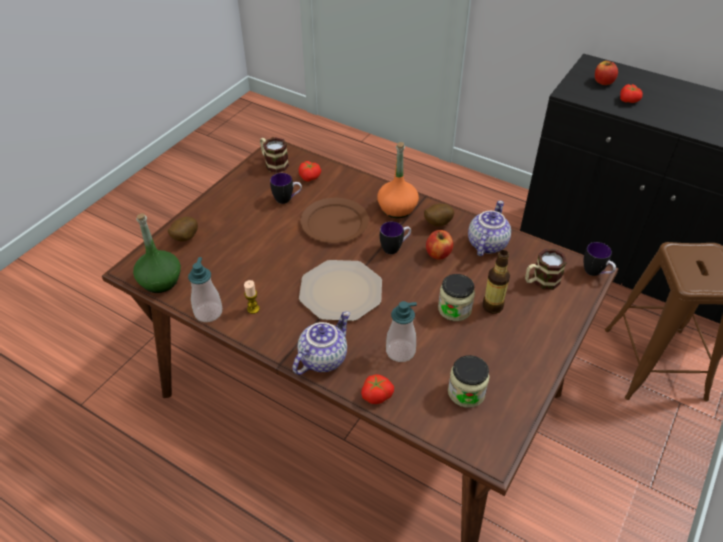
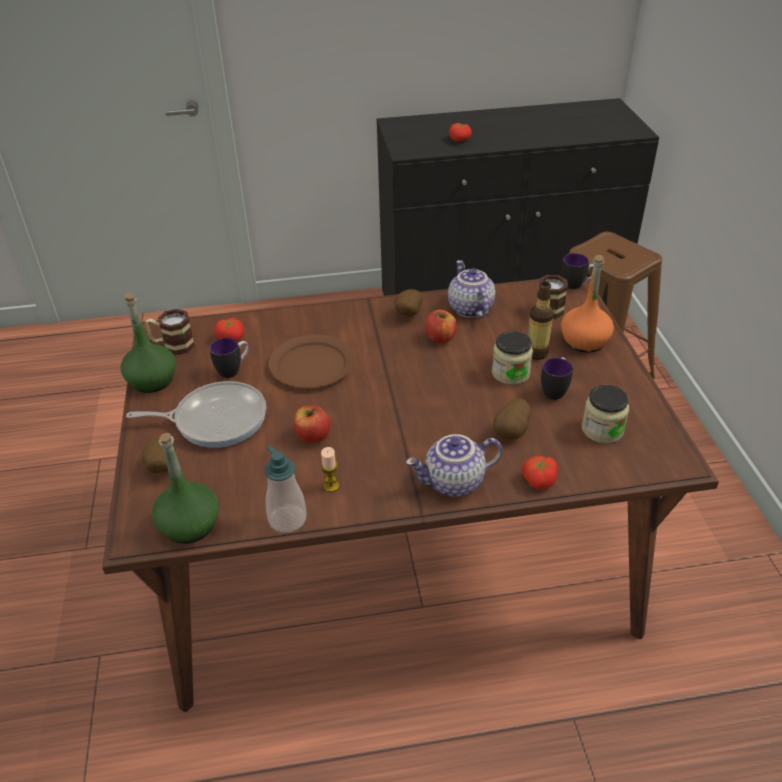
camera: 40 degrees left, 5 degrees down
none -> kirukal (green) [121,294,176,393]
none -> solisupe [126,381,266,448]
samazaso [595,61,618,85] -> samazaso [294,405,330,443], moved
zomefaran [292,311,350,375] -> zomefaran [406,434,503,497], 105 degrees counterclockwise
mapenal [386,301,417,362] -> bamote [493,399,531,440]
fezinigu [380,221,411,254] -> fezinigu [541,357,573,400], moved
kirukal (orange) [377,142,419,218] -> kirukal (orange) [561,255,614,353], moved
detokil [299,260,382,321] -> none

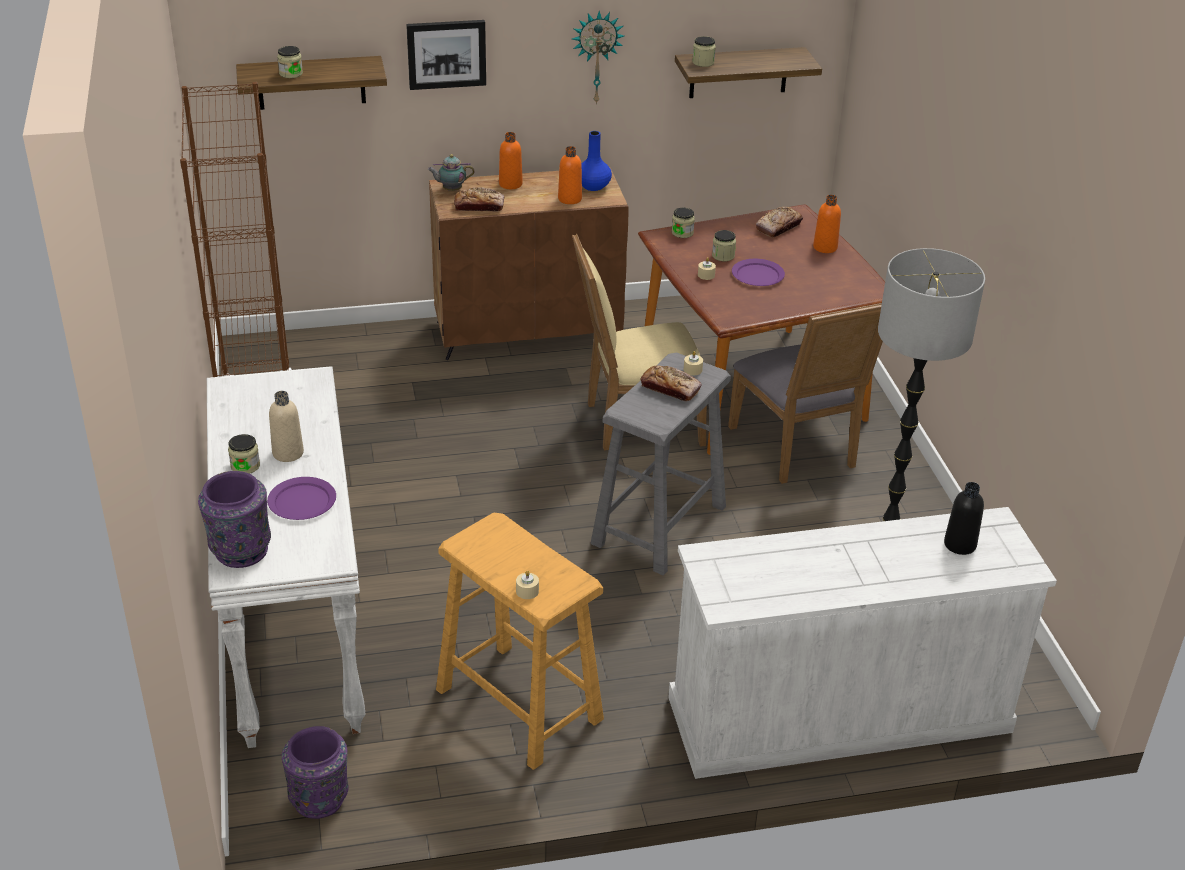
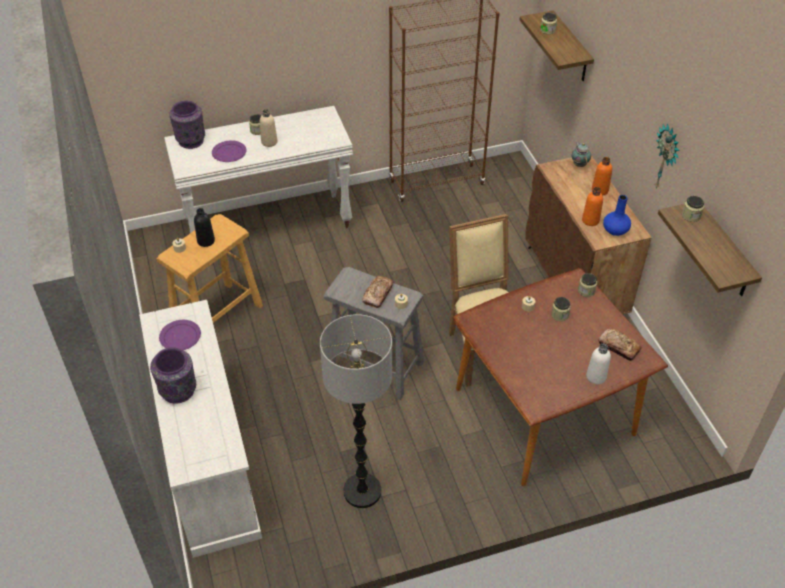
camera: 85 degrees right, 10 degrees up
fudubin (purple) [282,726,349,819] -> fudubin (purple) [150,347,196,403], moved
detokil (purple) [732,259,785,286] -> detokil (purple) [159,320,201,350], moved
kirukal (black) [944,482,984,555] -> kirukal (black) [194,208,215,247], moved
kirukal (orange) [813,195,841,253] -> kirukal (white) [586,344,611,384]
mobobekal [406,20,486,90] -> none
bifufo [454,187,504,212] -> none
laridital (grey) [728,303,883,484] -> none

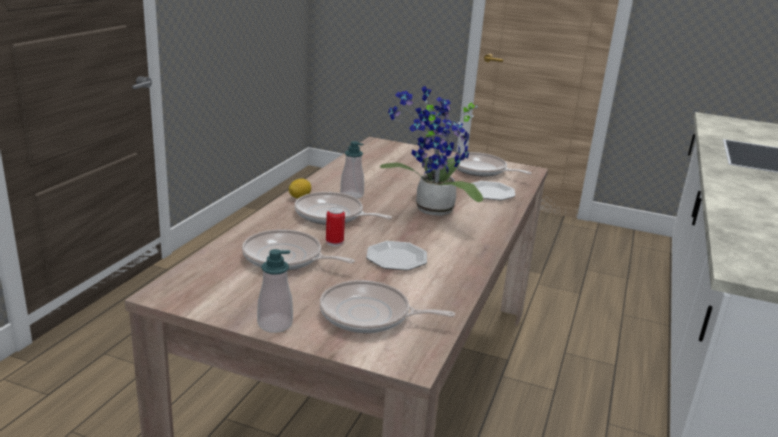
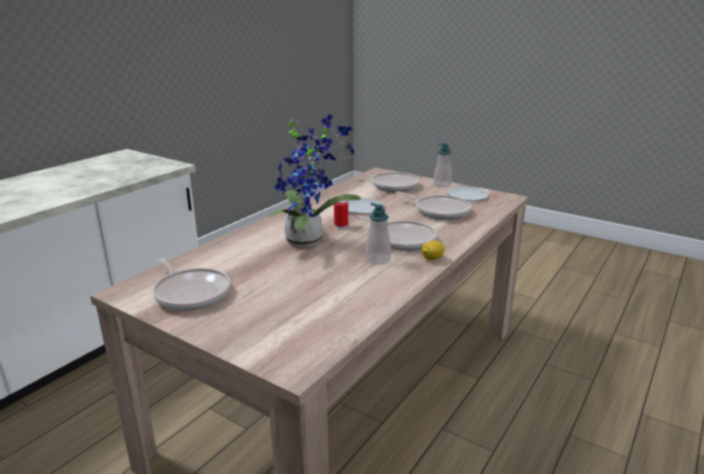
camera: 165 degrees left, 0 degrees up
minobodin [326,207,345,246] -> minobodin [334,201,348,229], moved
detokil [472,181,515,200] -> detokil [447,186,489,201], moved

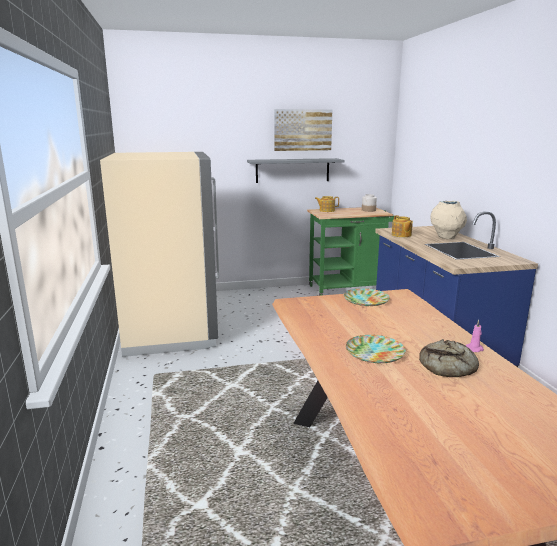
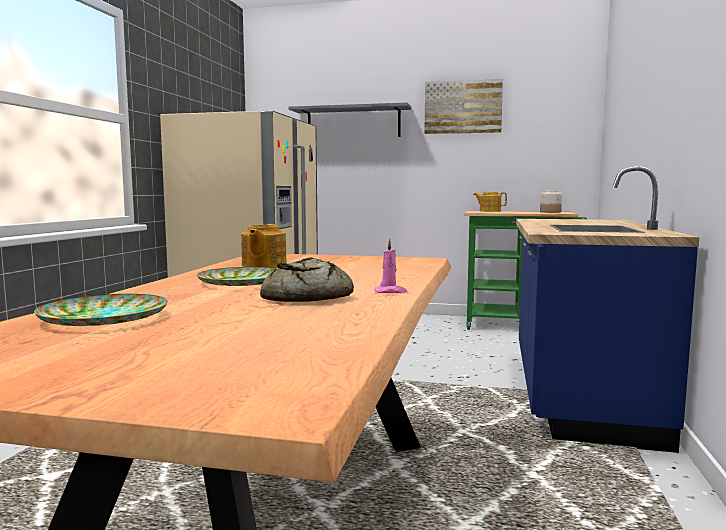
camera: 25 degrees right, 10 degrees down
detokil [344,288,390,306] -> detokil [34,294,168,326], moved
zomefaran [392,215,413,237] -> zomefaran [241,224,287,268], moved
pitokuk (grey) [247,158,344,183] -> pitokuk (grey) [289,102,412,137], moved
fudubin (beige) [430,201,467,239] -> none

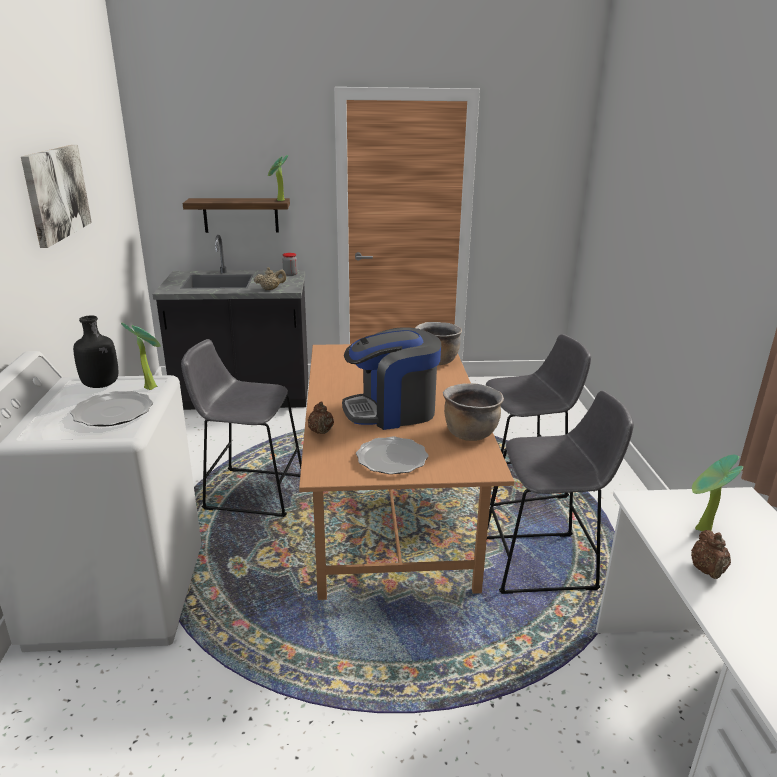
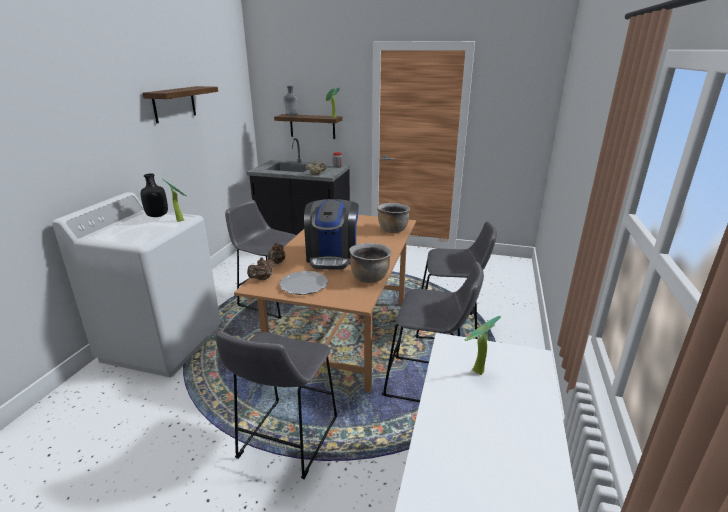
camera: 20 degrees right, 0 degrees up
mobobekal [21,145,92,248] -> pitokuk [142,86,218,123]
none -> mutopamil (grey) [216,331,337,479]
zomefaran (brown) [691,530,731,579] -> zomefaran (brown) [247,258,274,280], moved
none -> kirukal (grey) [284,86,299,116]
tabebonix [342,328,441,430] -> tabebonix [304,199,359,270], 90 degrees counterclockwise
detokil [70,391,153,427] -> none

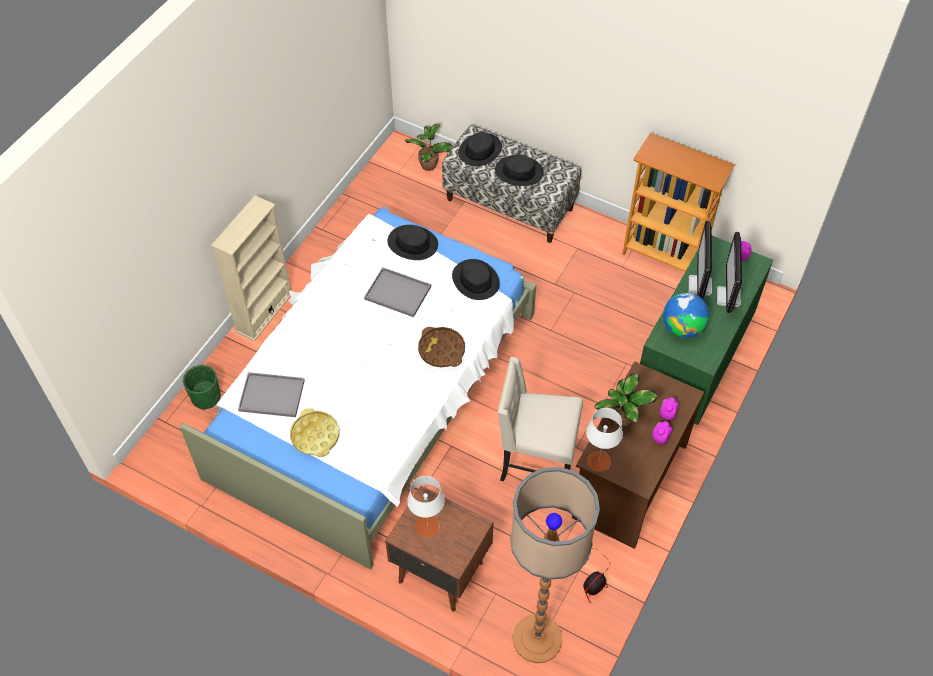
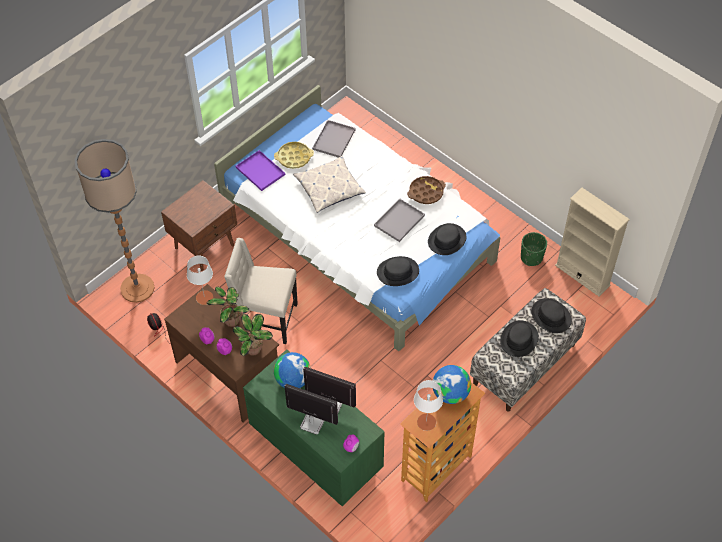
camera: 105 degrees right, 0 degrees up
laridital (beige) [498,357,583,481] -> laridital (beige) [224,238,298,344], 105 degrees counterclockwise
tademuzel [405,123,452,171] -> tademuzel [233,314,273,356], moved
none -> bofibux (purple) [236,150,285,191]
none -> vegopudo [293,156,366,213]
bofibux (brown) [418,327,465,367] -> bofibux (brown) [407,176,446,204], moved
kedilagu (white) [407,476,445,538] -> kedilagu (white) [414,380,443,431], moved
none -> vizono [433,365,471,404]
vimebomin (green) [183,365,221,410] -> vimebomin (green) [521,232,547,266], moved
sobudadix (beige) [211,196,291,341] -> sobudadix (beige) [555,188,630,296], moved

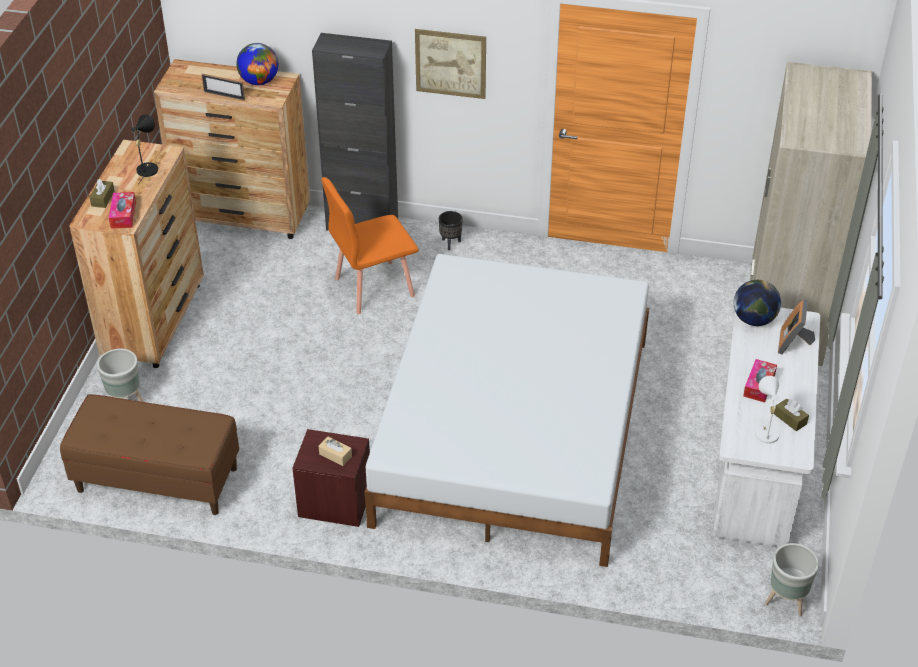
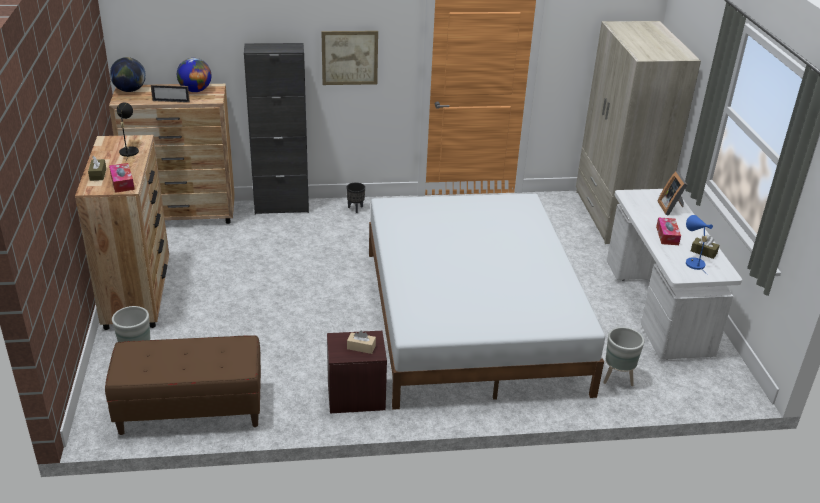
camera: 20 degrees left, 10 degrees down
vizono [734,280,781,326] -> vizono [110,57,146,92], moved
vimebomin (grey) [765,543,819,617] -> vimebomin (grey) [603,327,644,386], moved
kedilagu (white) [755,376,780,454] -> kedilagu (blue) [686,215,713,275]
laridital (orange) [321,177,419,314] -> none

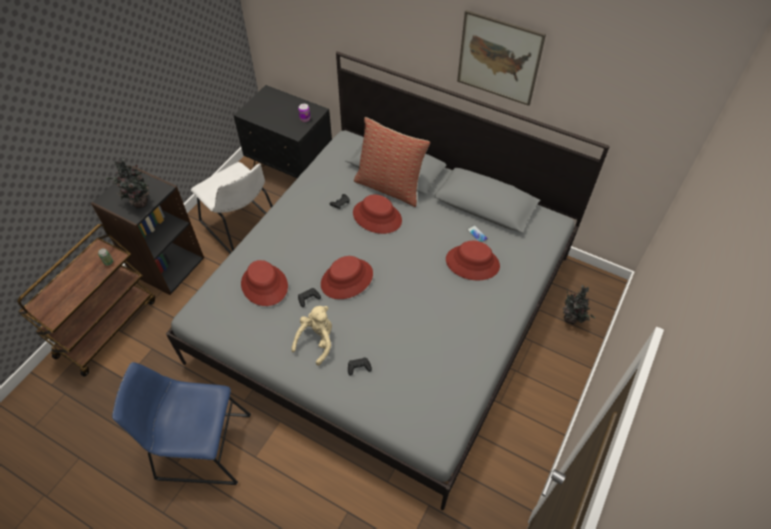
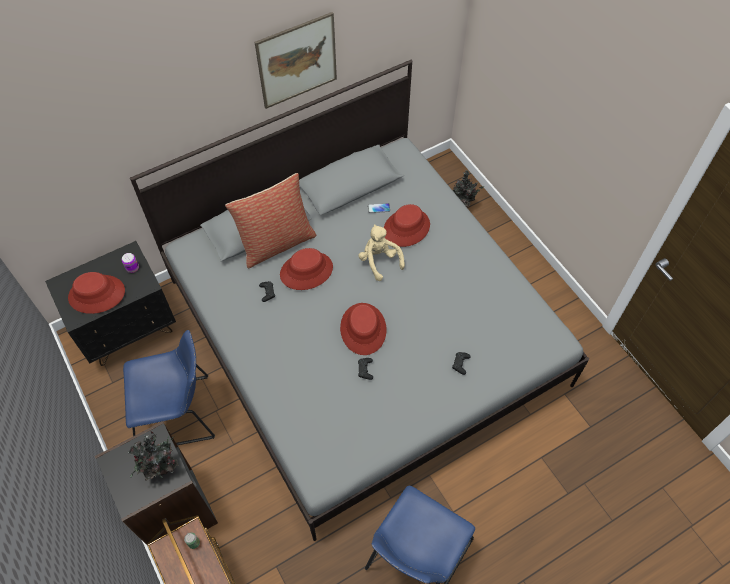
camera: 60 degrees left, 5 degrees up
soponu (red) [241,260,288,306] -> soponu (red) [68,272,125,314], moved
laridital (white) [191,162,273,254] -> laridital (blue) [123,330,215,445]
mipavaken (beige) [291,306,332,366] -> mipavaken (beige) [358,224,405,281], moved

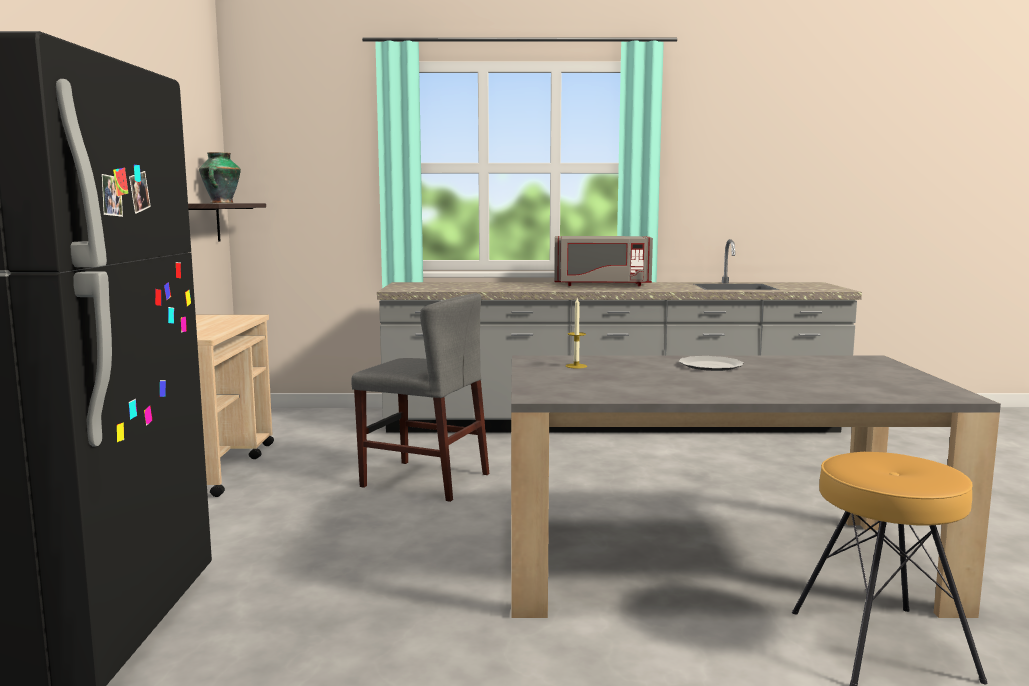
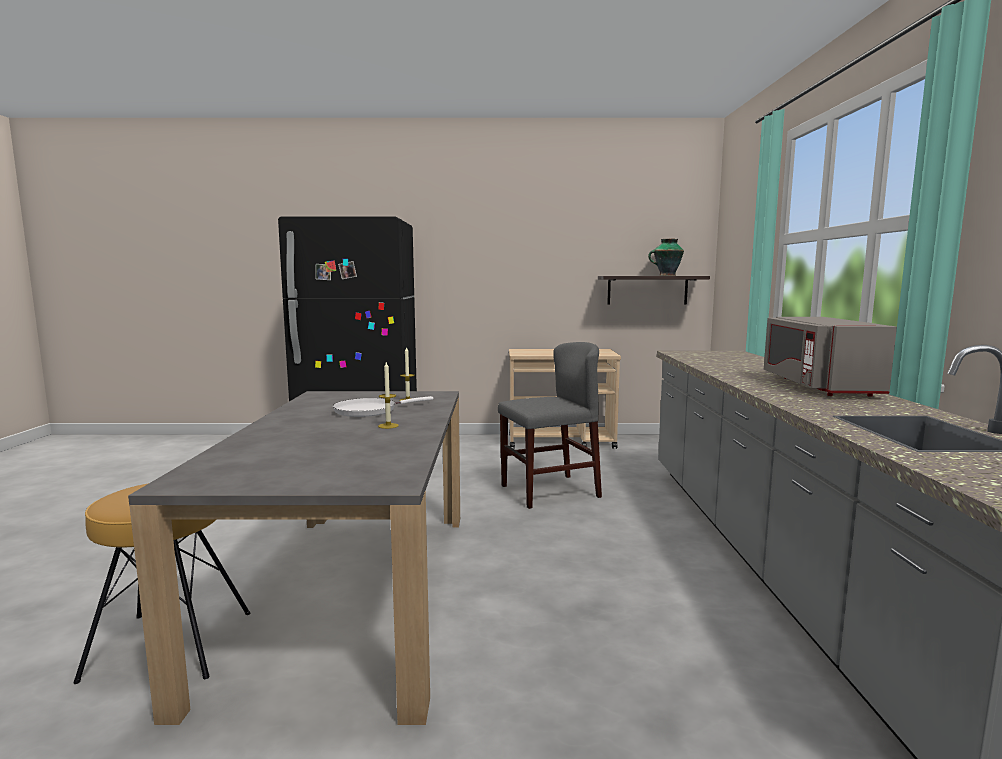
camera: 90 degrees right, 0 degrees up
none -> solisupe (white) [333,396,433,417]
detokil [678,356,743,371] -> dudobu [378,362,399,429]
laridital (grey) [351,293,489,502] -> laridital (grey) [498,342,602,509], 135 degrees counterclockwise

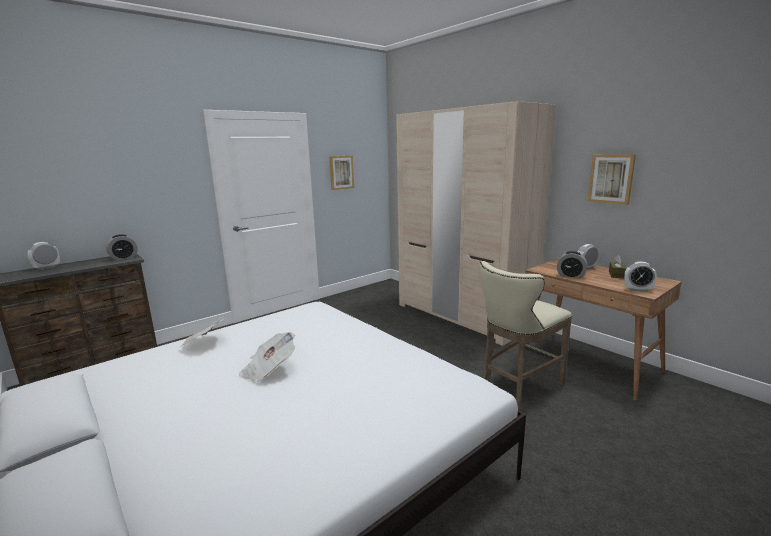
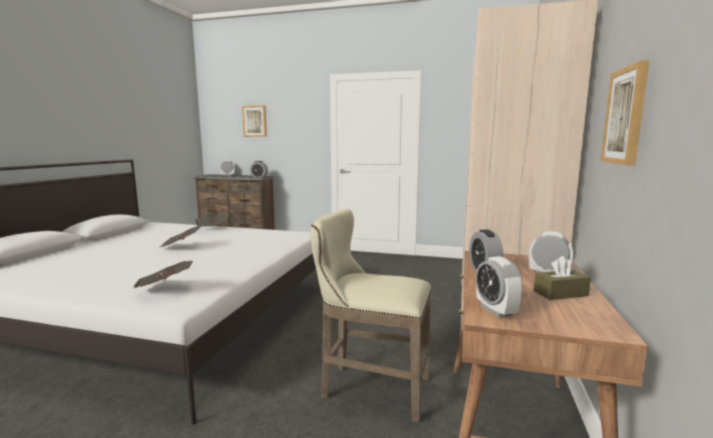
camera: 55 degrees right, 5 degrees down
none -> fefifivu [133,261,193,288]
mobobekal [329,156,354,190] -> mobobekal [242,106,267,137], moved

